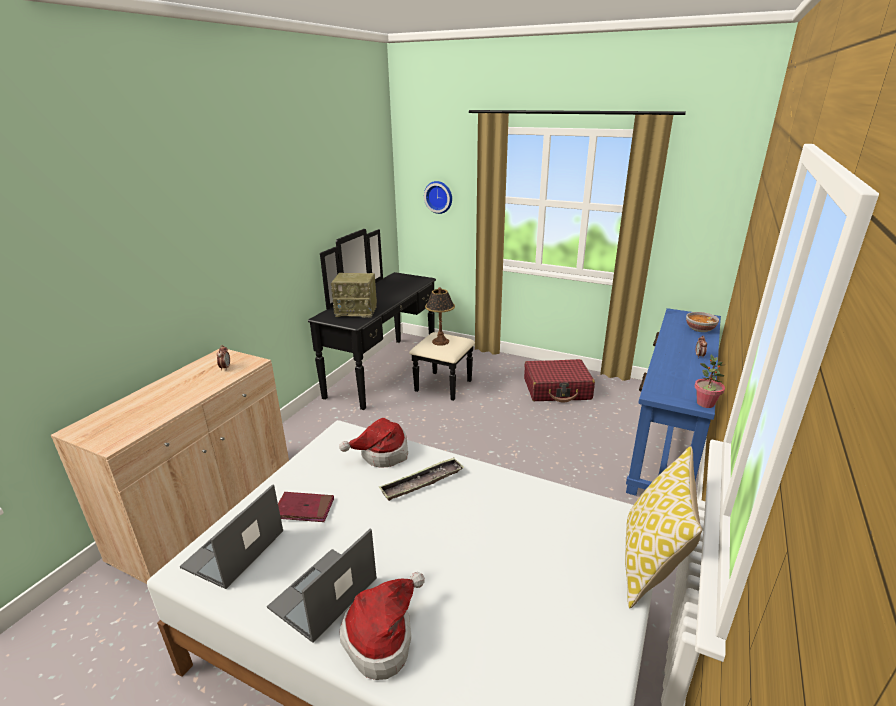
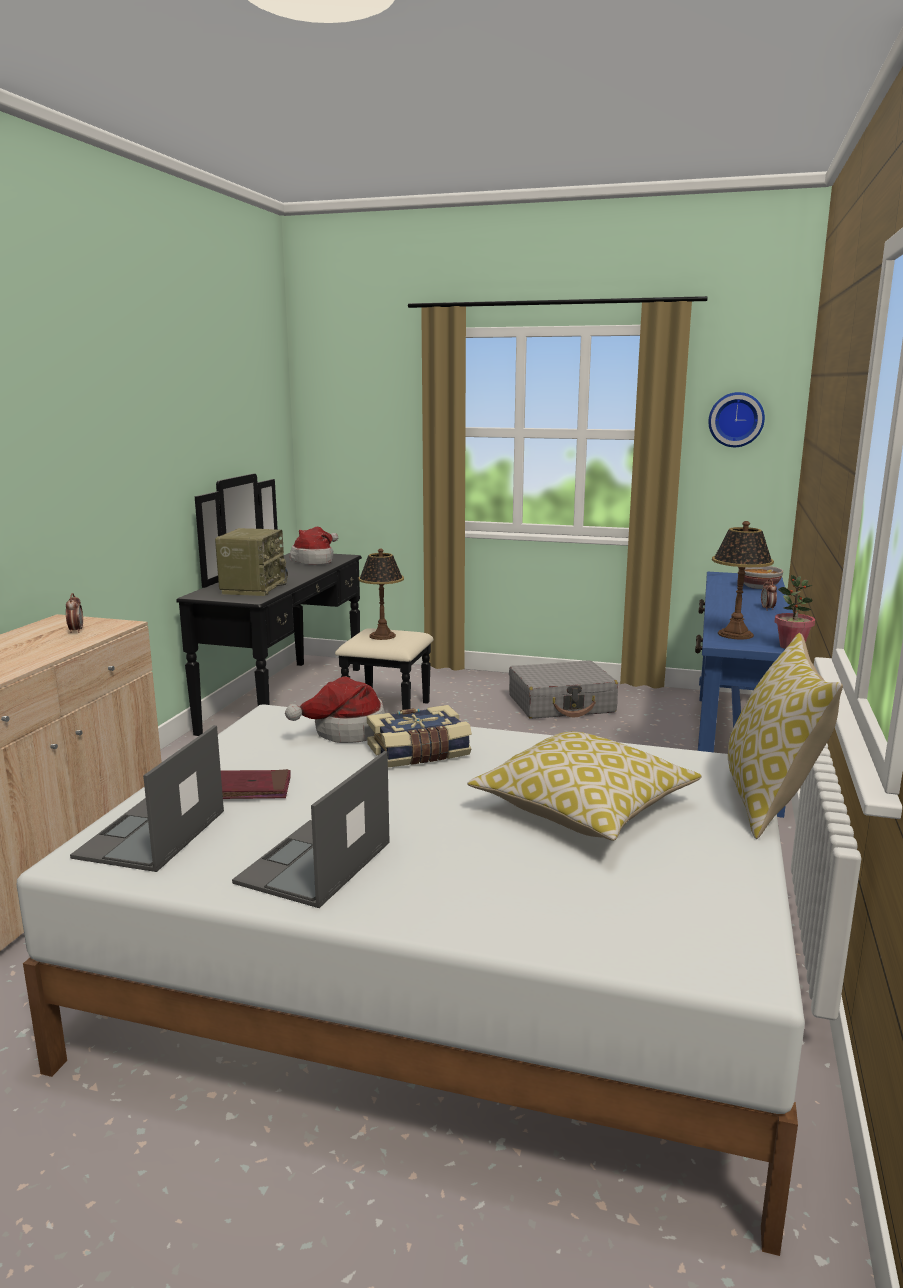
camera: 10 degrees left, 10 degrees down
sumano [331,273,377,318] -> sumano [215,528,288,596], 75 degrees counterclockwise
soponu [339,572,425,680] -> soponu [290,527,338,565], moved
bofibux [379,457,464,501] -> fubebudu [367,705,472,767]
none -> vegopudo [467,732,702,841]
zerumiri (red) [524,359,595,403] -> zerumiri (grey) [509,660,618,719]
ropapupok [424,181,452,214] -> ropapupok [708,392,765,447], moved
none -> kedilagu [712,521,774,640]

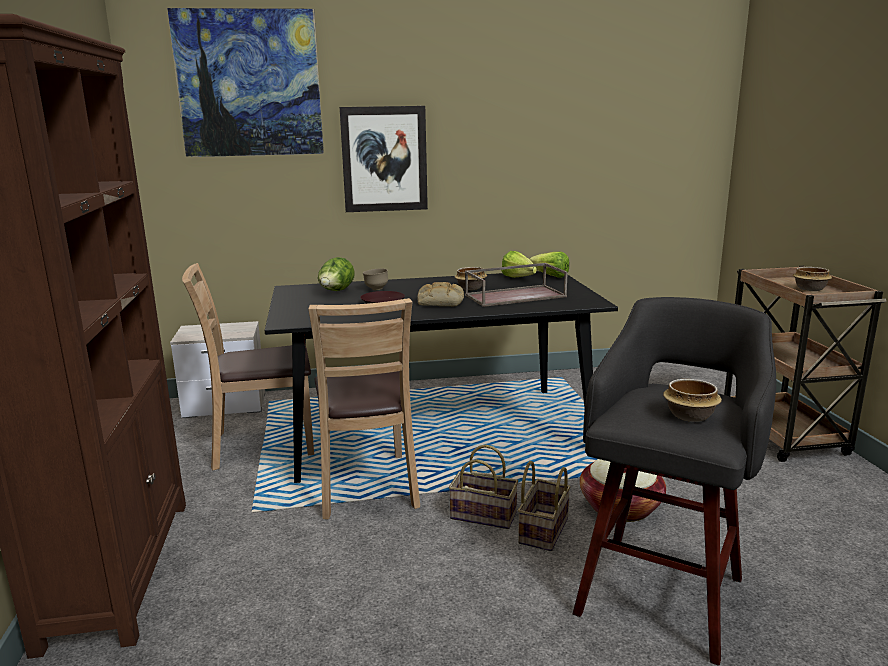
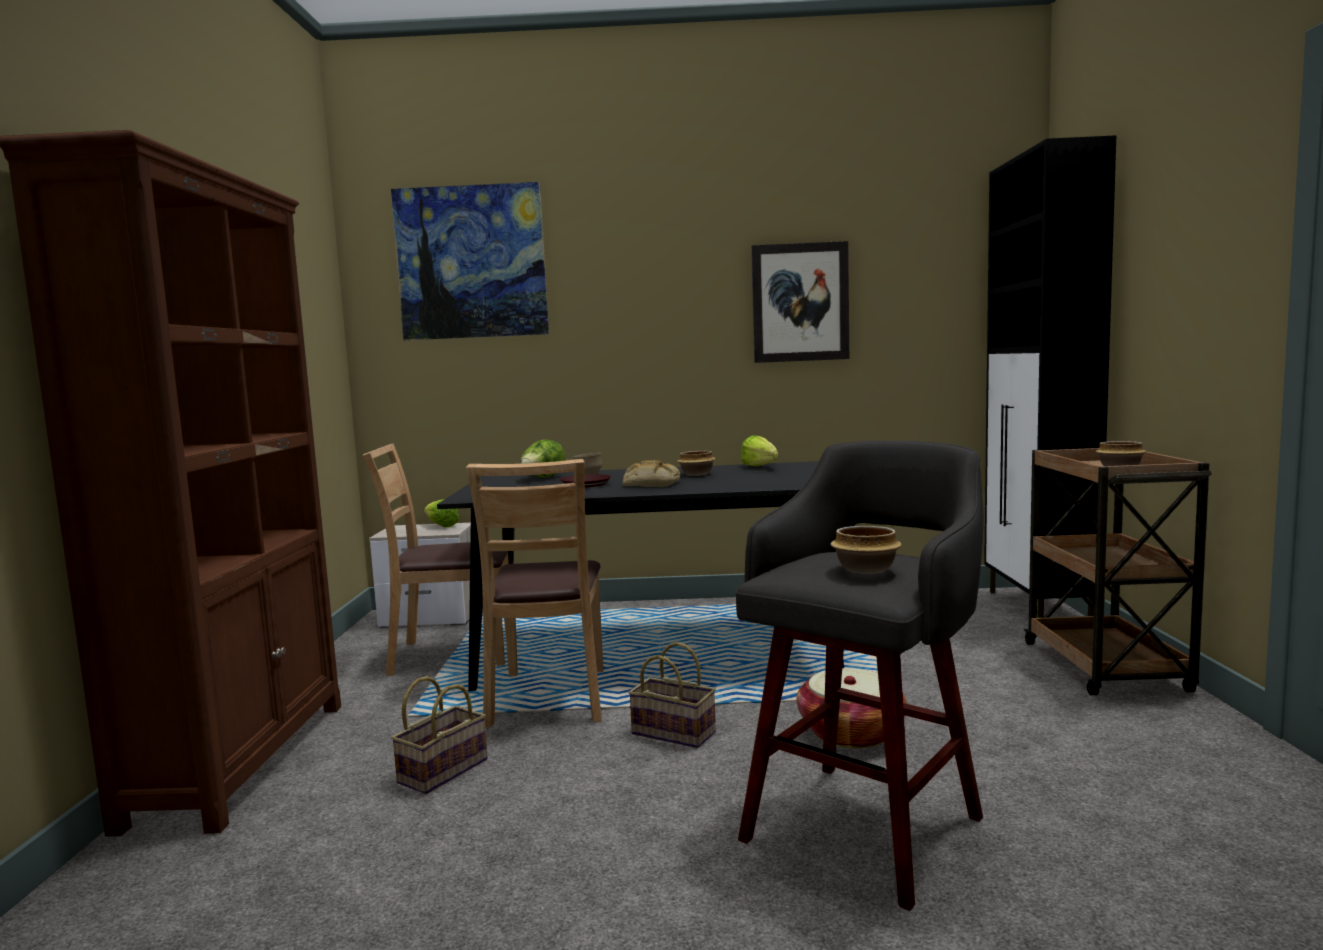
camera: 10 degrees right, 10 degrees down
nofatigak [518,461,571,551] -> nofatigak [391,676,488,794], moved
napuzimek [530,252,569,278] -> napuzimek [424,499,459,527], moved
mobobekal [340,106,428,212] -> mobobekal [751,241,849,363], moved
none -> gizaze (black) [984,135,1116,618]
bofibux (brown) [465,263,568,307] -> none

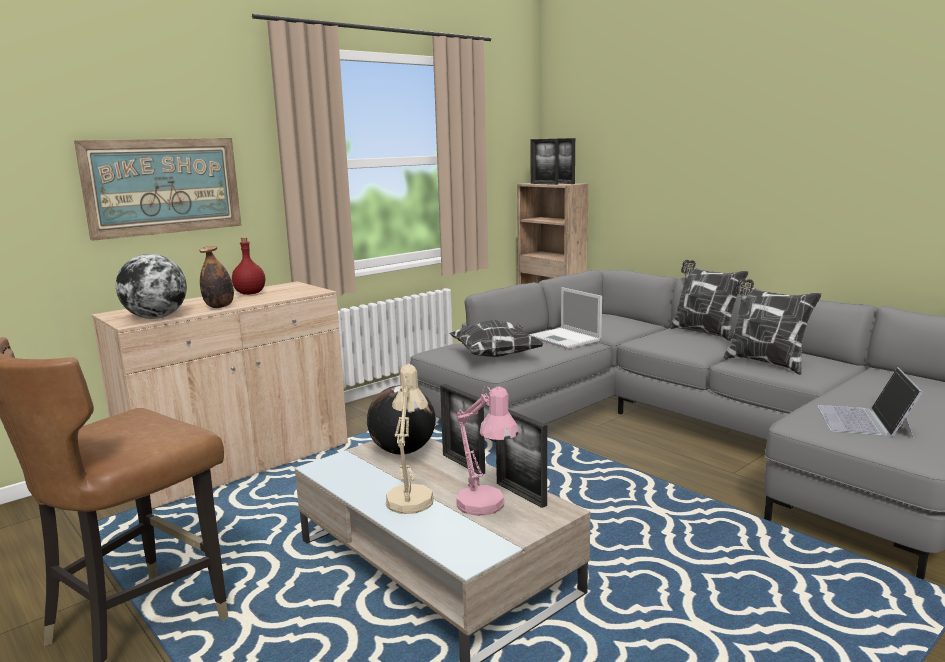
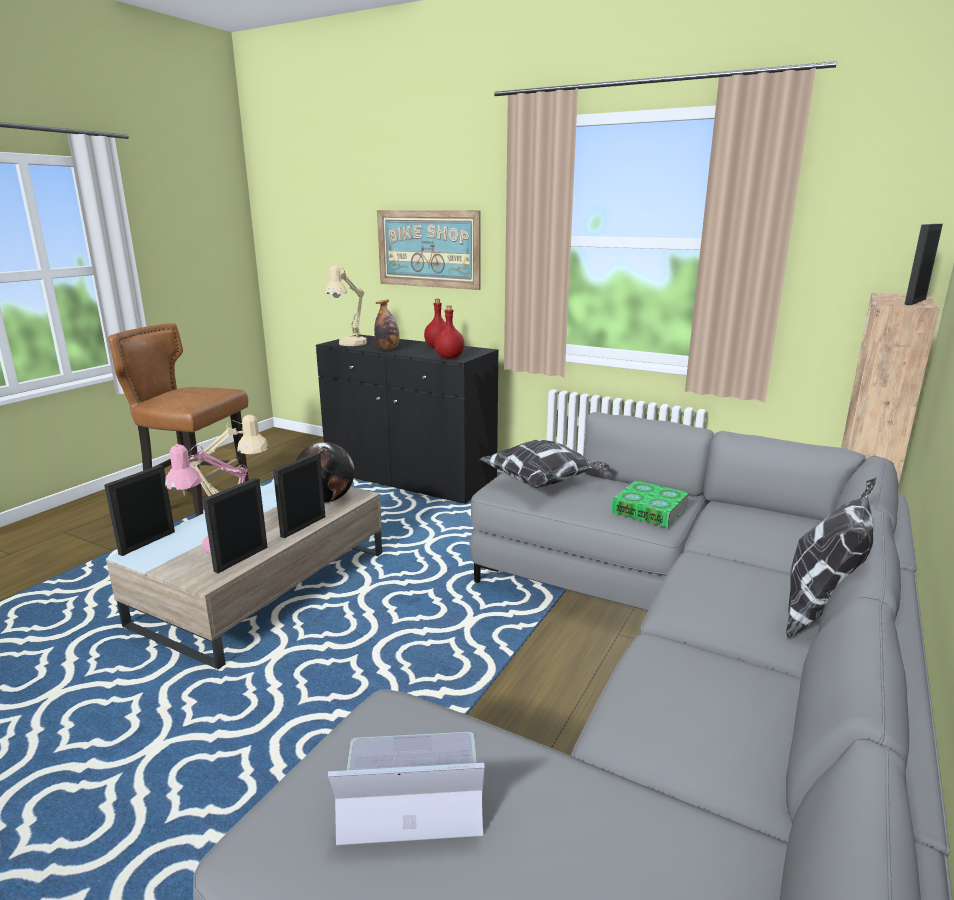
camera: 70 degrees right, 5 degrees up
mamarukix [530,139,559,185] -> mamarukix [104,465,175,556], moved
gizaze (beige) [91,281,348,509] -> gizaze (black) [316,335,499,504]
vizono [116,254,187,319] -> kedilagu (beige) [325,265,367,346]
none -> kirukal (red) [434,305,465,358]
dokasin [530,287,602,349] -> fubebudu [612,480,689,528]
vegopudo [724,278,822,375] -> none

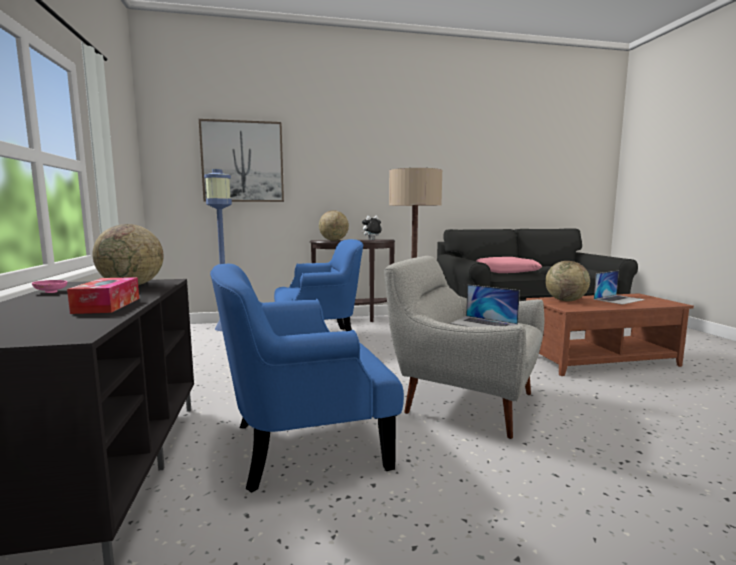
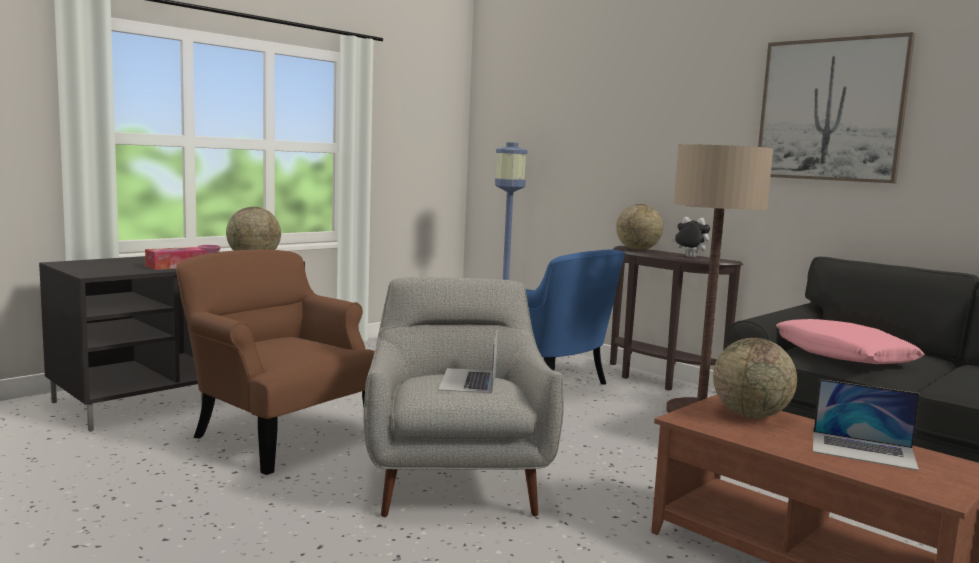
camera: 55 degrees right, 0 degrees up
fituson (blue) [210,264,404,493] -> fituson (brown) [176,249,375,475]
mobobekal [199,119,284,202] -> mobobekal [758,32,915,183], moved

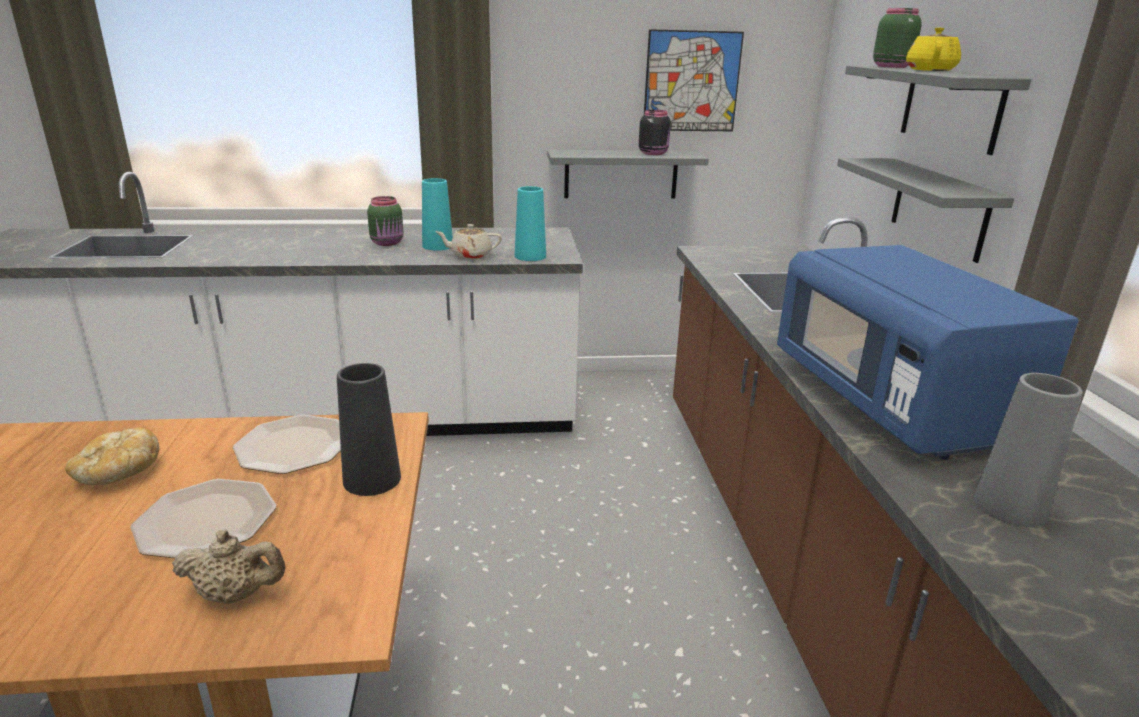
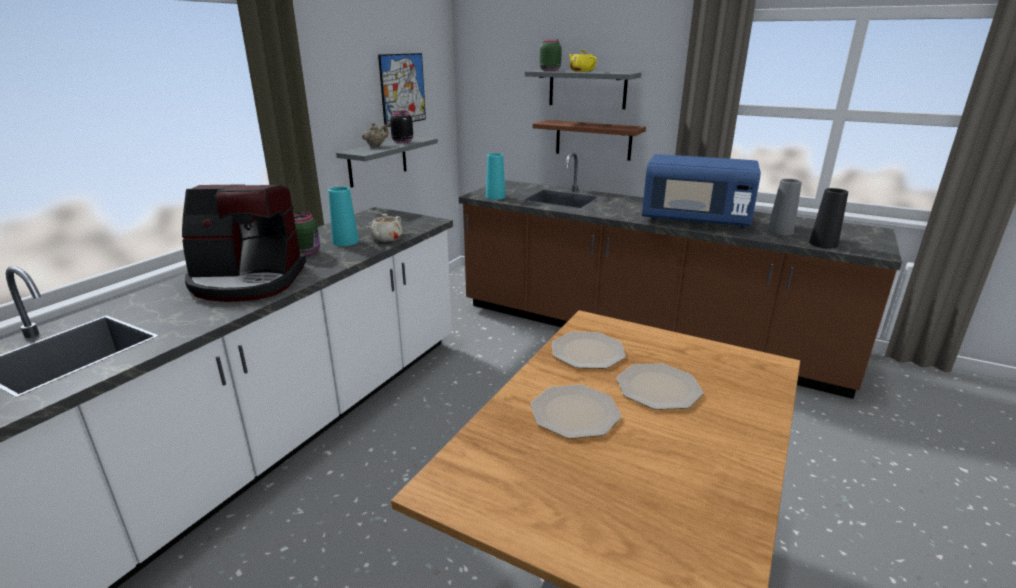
camera: 55 degrees left, 0 degrees up
none -> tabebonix [182,184,306,302]
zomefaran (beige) [172,530,285,604] -> zomefaran (beige) [362,123,389,147], moved
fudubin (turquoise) [515,186,546,261] -> fudubin (turquoise) [486,153,506,200], moved
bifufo [65,427,160,485] -> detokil [531,385,621,439]
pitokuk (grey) [837,158,1014,263] -> pitokuk (brown) [533,120,646,161]
fudubin (black) [337,363,401,496] -> fudubin (black) [809,188,848,249], moved

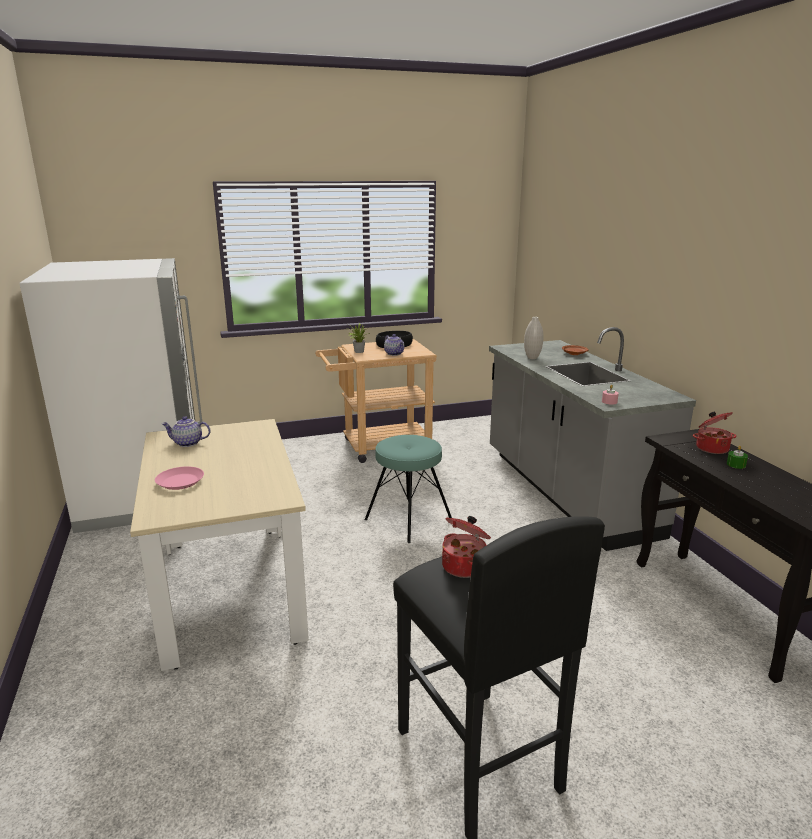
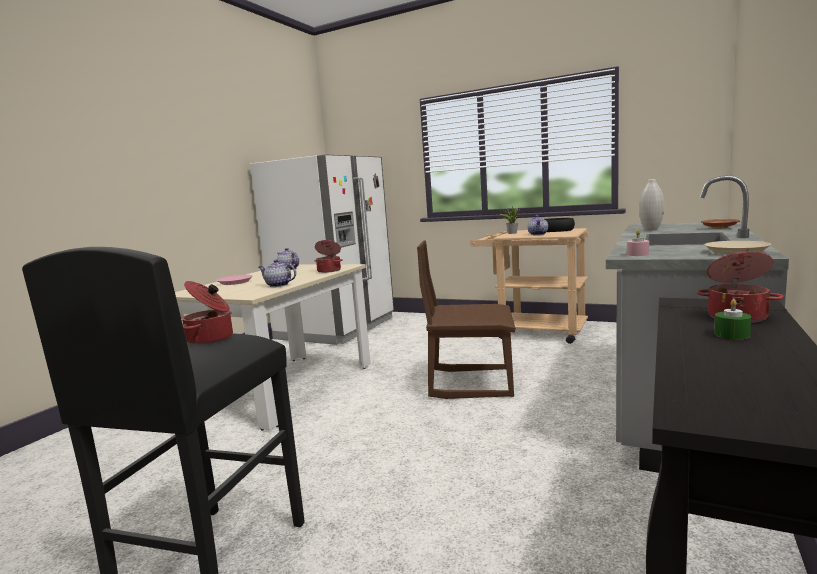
camera: 45 degrees right, 10 degrees down
none -> zomefaran [259,260,296,287]
none -> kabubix [314,240,342,273]
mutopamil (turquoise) [364,435,452,543] -> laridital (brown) [417,240,515,399]
none -> detokil (beige) [704,241,771,254]

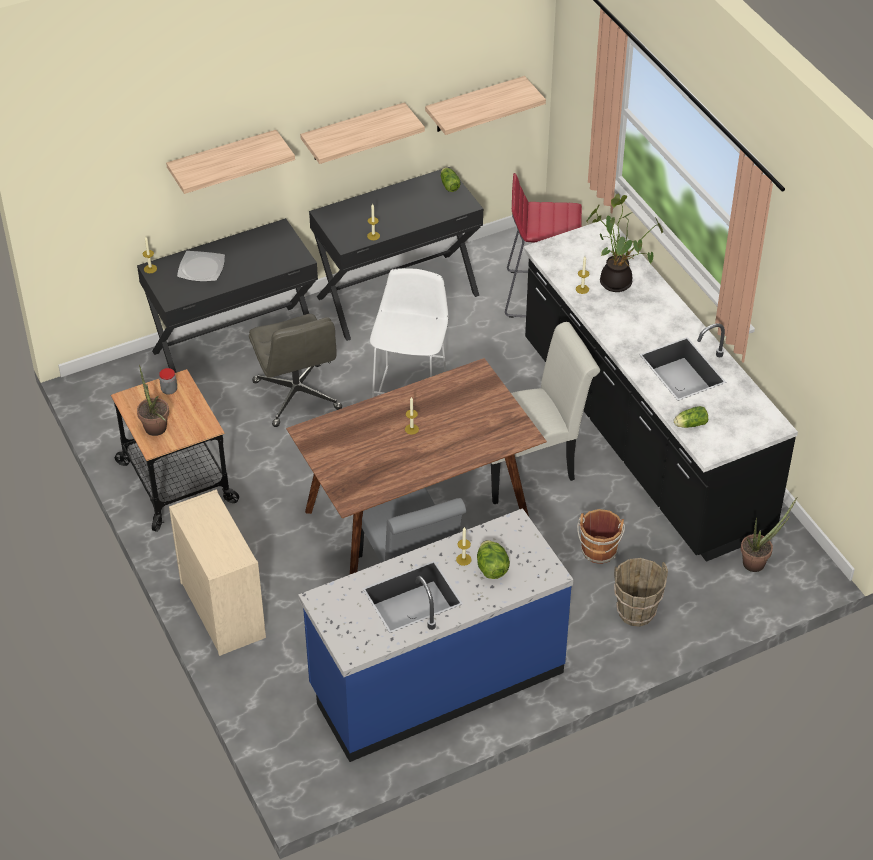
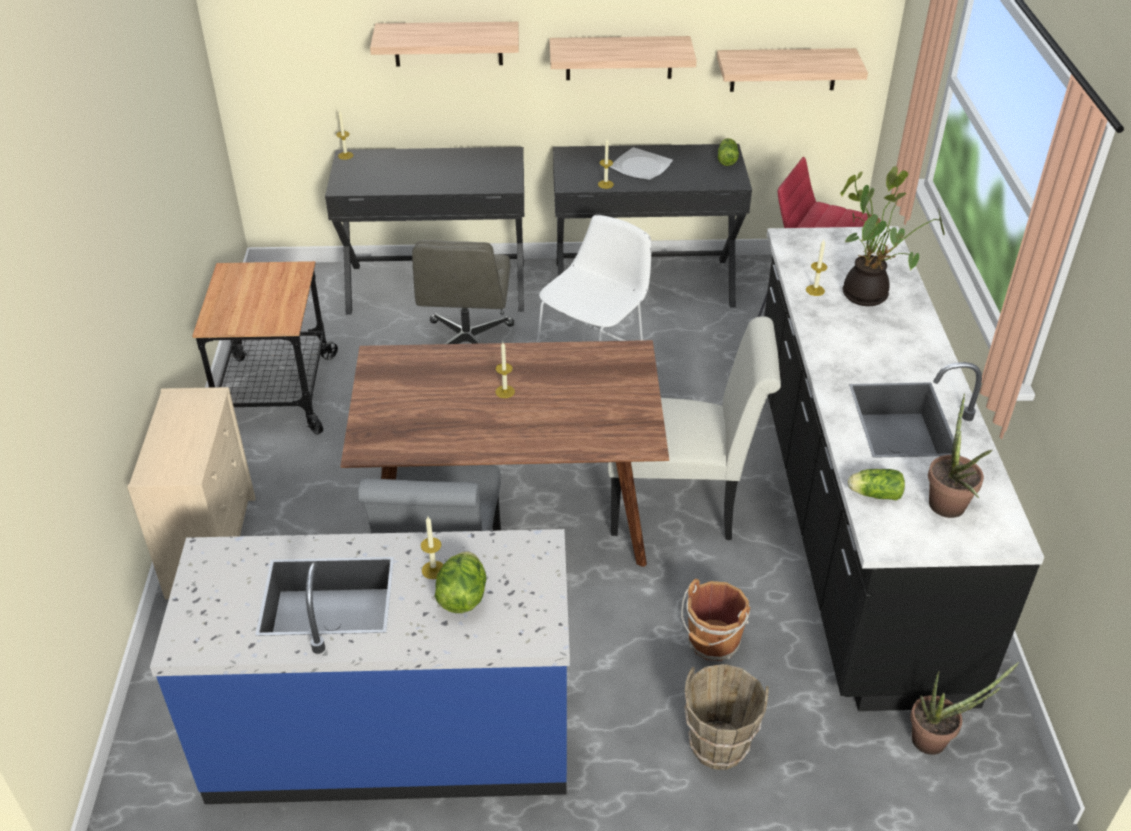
camera: 25 degrees right, 5 degrees down
detokil [177,251,225,282] -> detokil [609,147,673,181], moved
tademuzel [137,365,169,436] -> tademuzel [928,393,993,518], moved
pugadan [159,368,177,395] -> none

